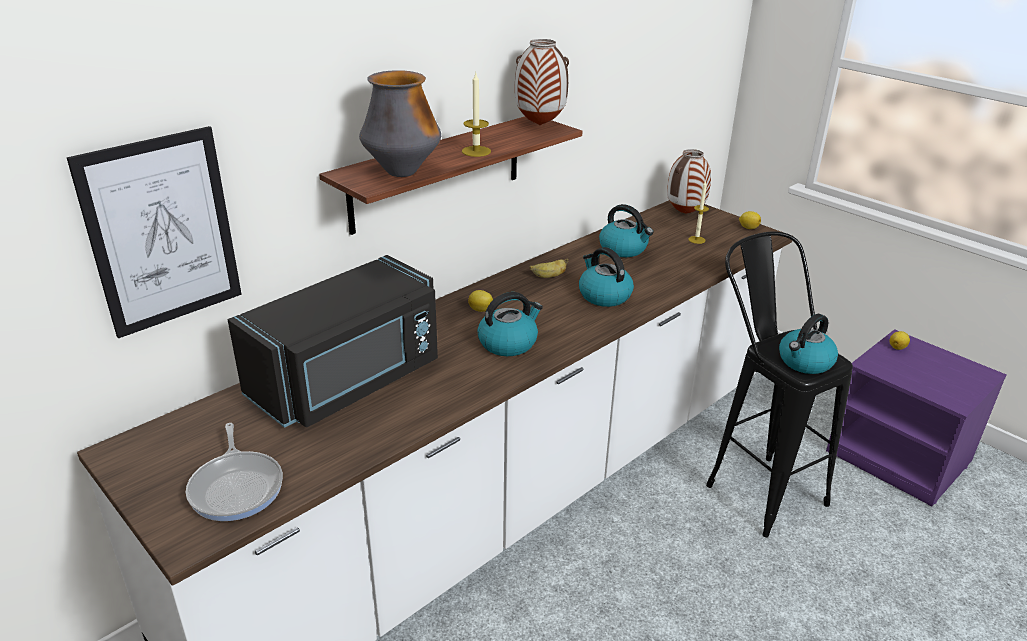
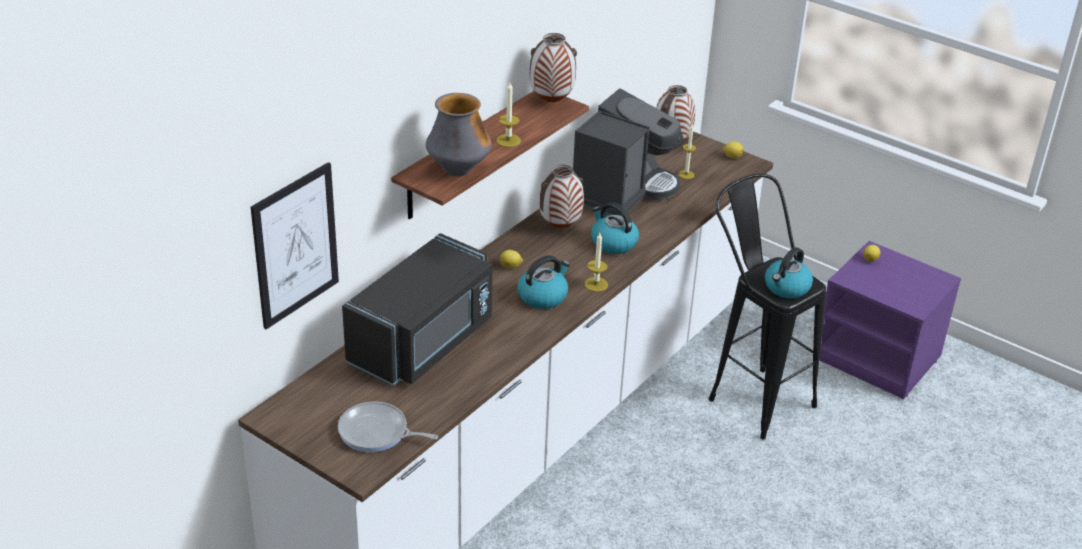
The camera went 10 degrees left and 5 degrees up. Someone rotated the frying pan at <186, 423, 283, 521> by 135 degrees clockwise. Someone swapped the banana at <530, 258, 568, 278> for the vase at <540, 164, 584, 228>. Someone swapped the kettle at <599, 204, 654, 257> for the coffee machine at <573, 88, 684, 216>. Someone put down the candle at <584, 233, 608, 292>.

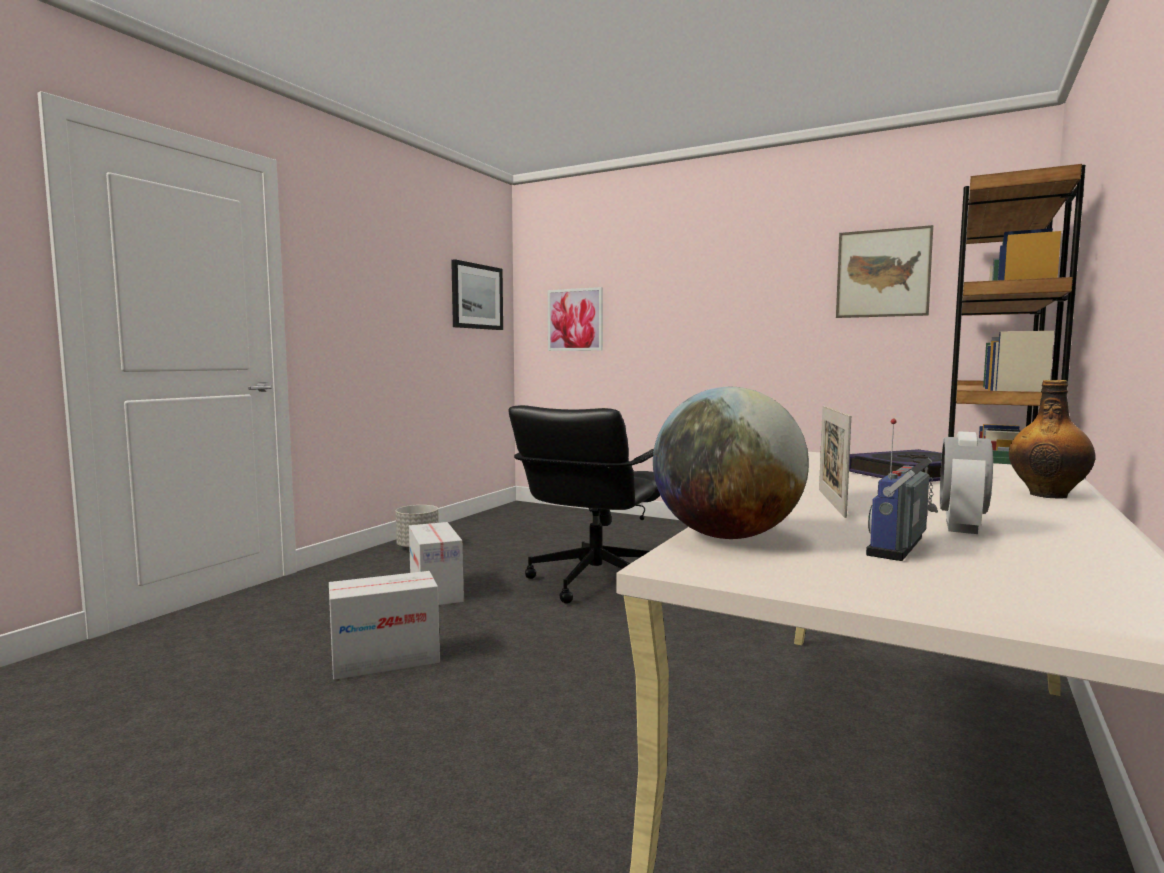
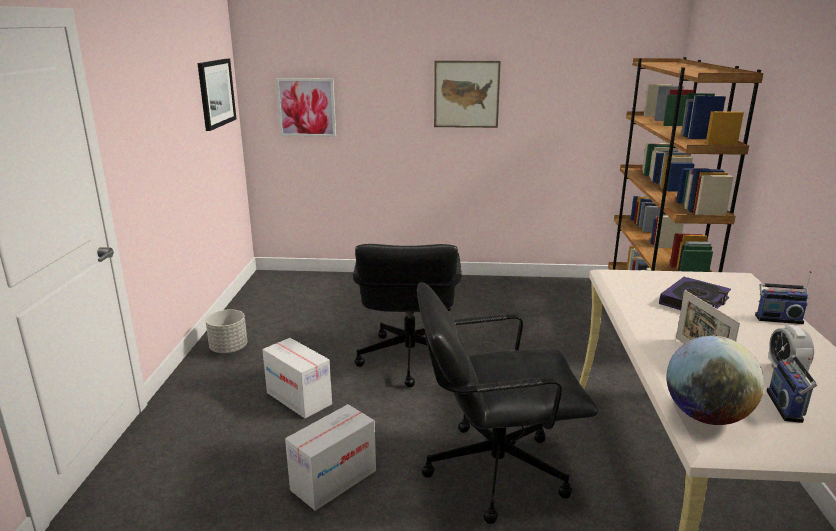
The camera went 25 degrees left and 15 degrees up. Someone put down the office chair (black) at <417, 282, 598, 524>. Someone carried the picture from <836, 225, 933, 318> to <434, 60, 501, 128>. Someone swapped the bottle at <1009, 380, 1095, 499> for the radio at <755, 271, 812, 324>.

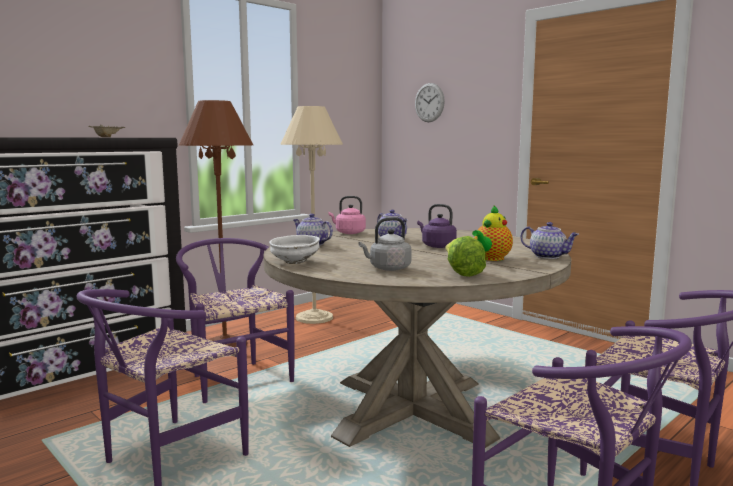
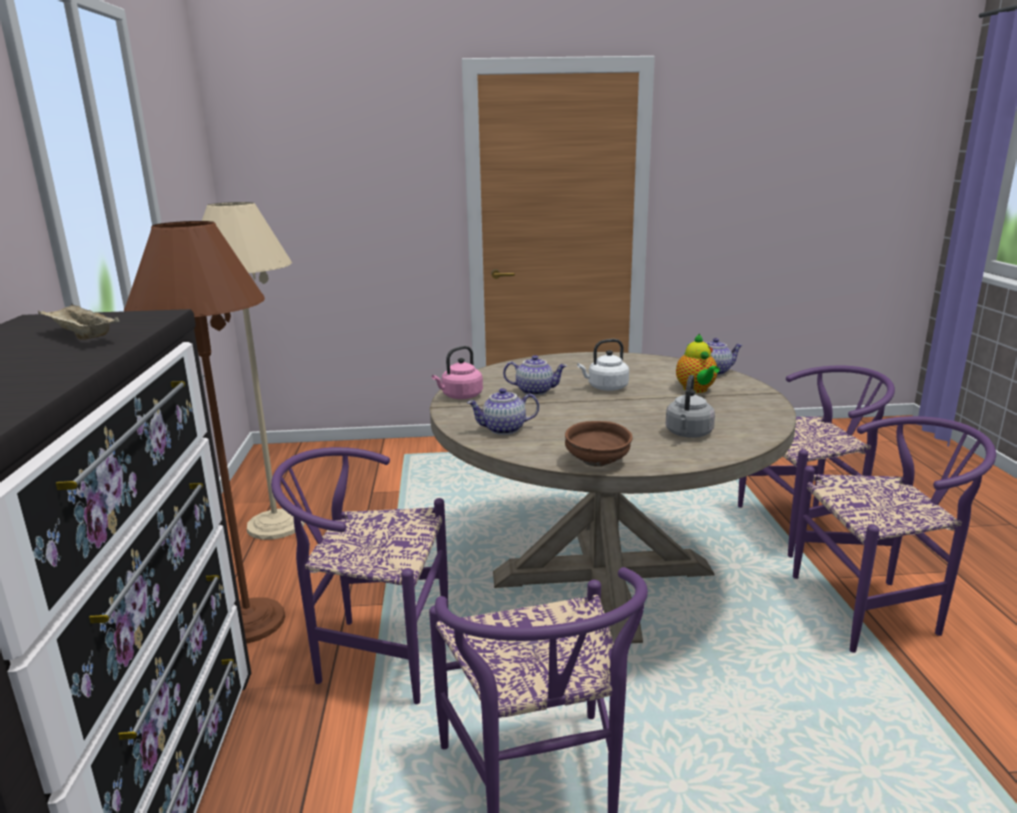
The camera went 50 degrees left and 10 degrees up. Someone repainted the bowl (white) at <269, 235, 320, 264>, which became the bowl (brown) at <565, 421, 633, 466>. Someone repainted the kettle (purple) at <417, 204, 457, 248>, which became the kettle (white) at <577, 339, 629, 391>. Someone took away the wall clock at <415, 83, 445, 122>. Someone took away the lettuce at <445, 236, 486, 277>.

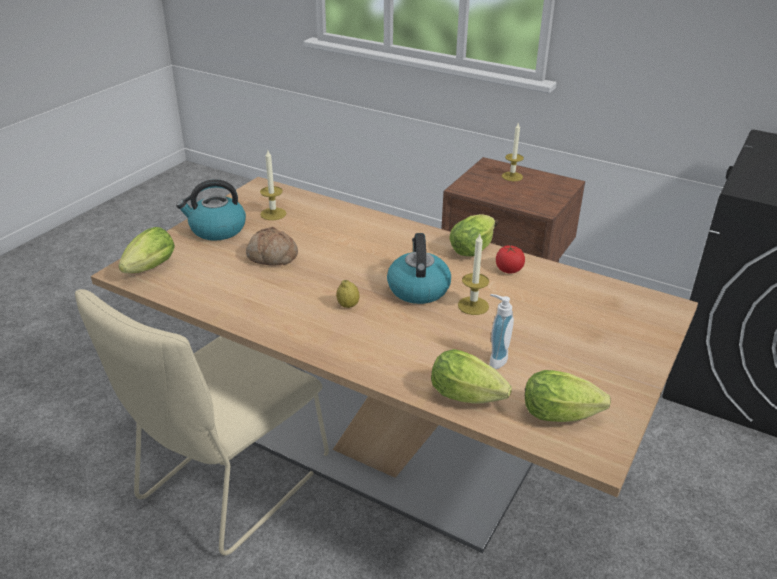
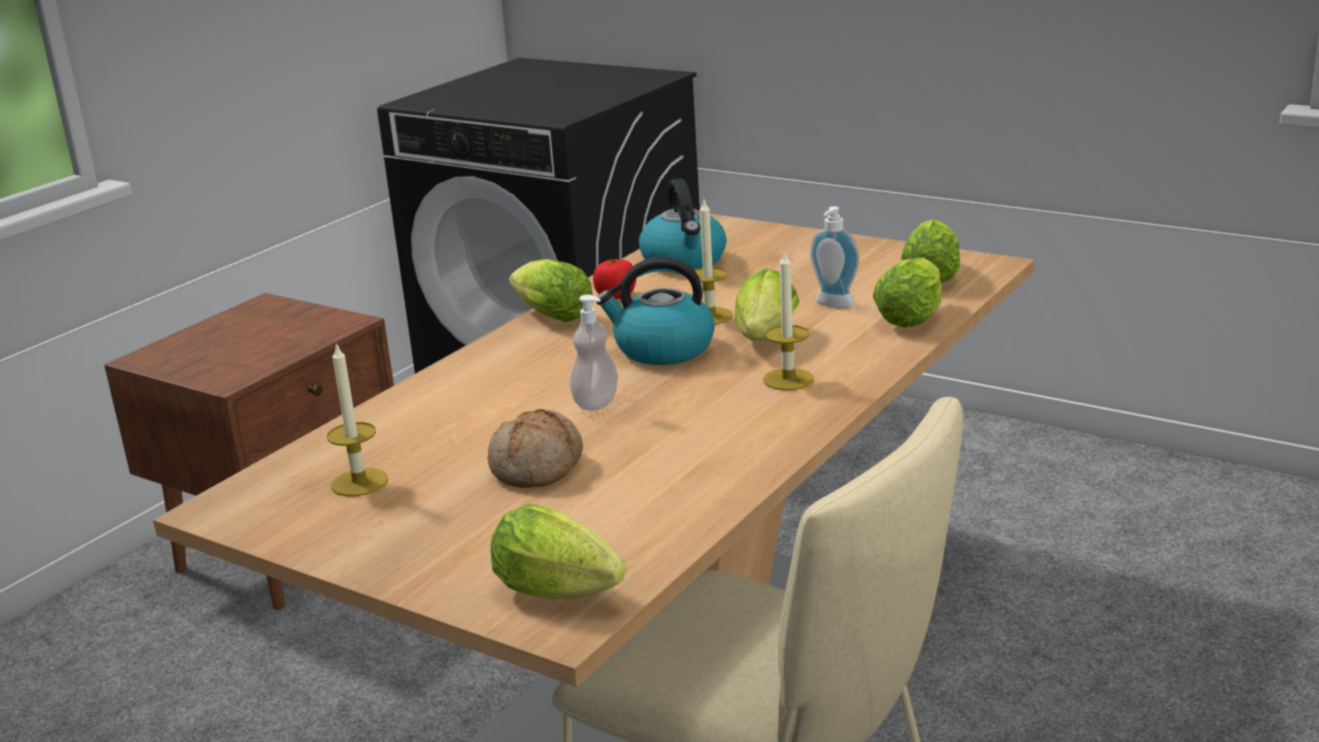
The camera went 85 degrees left and 10 degrees down. Someone put down the soap dispenser at <570, 295, 618, 411>. Someone carried the kettle from <176, 179, 246, 241> to <639, 179, 727, 272>. Someone put down the lettuce at <735, 269, 799, 341>. Someone carried the candle from <502, 122, 524, 181> to <763, 249, 814, 391>. Someone took away the lemon at <336, 280, 359, 308>.

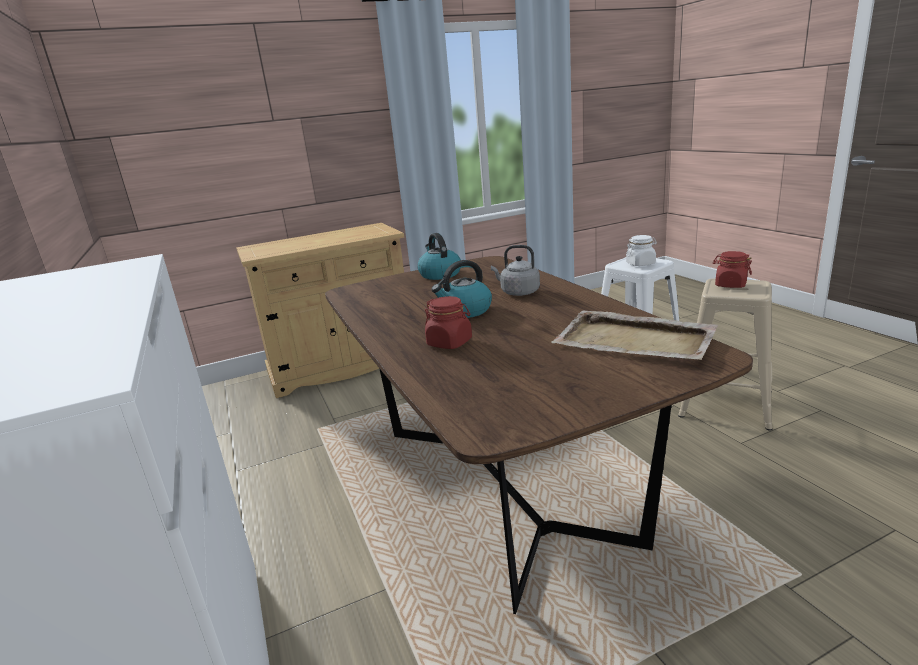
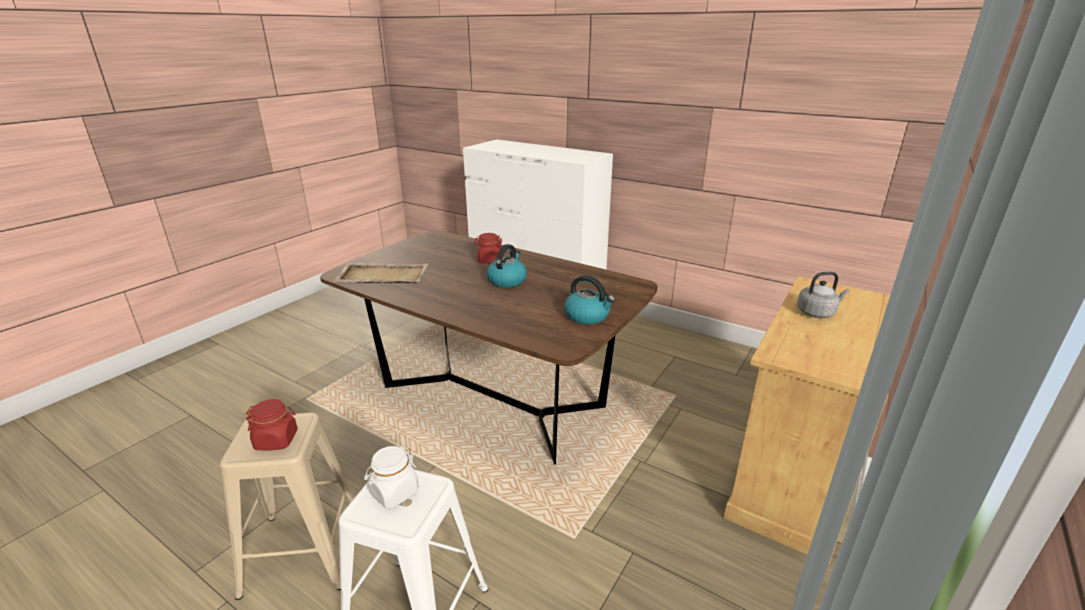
The camera went 145 degrees right and 5 degrees up. Someone carried the kettle (grey) from <491, 245, 540, 296> to <797, 272, 850, 318>.

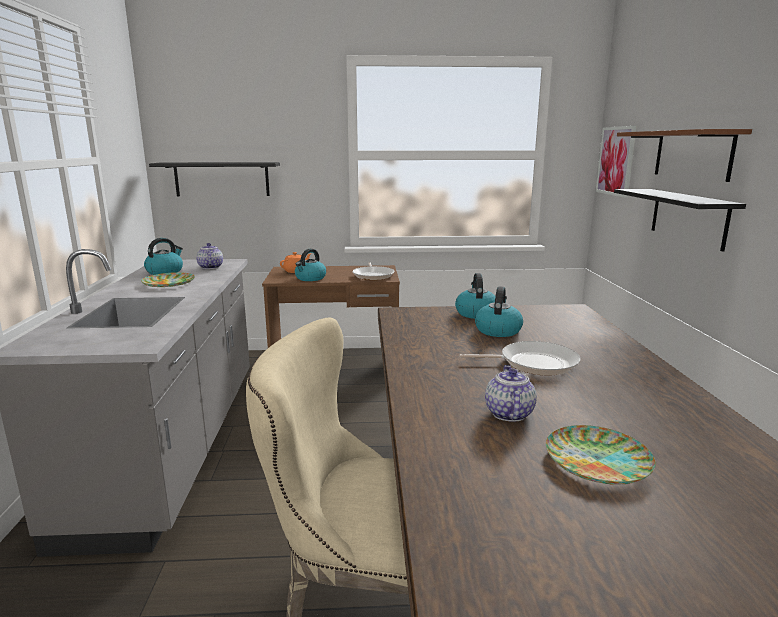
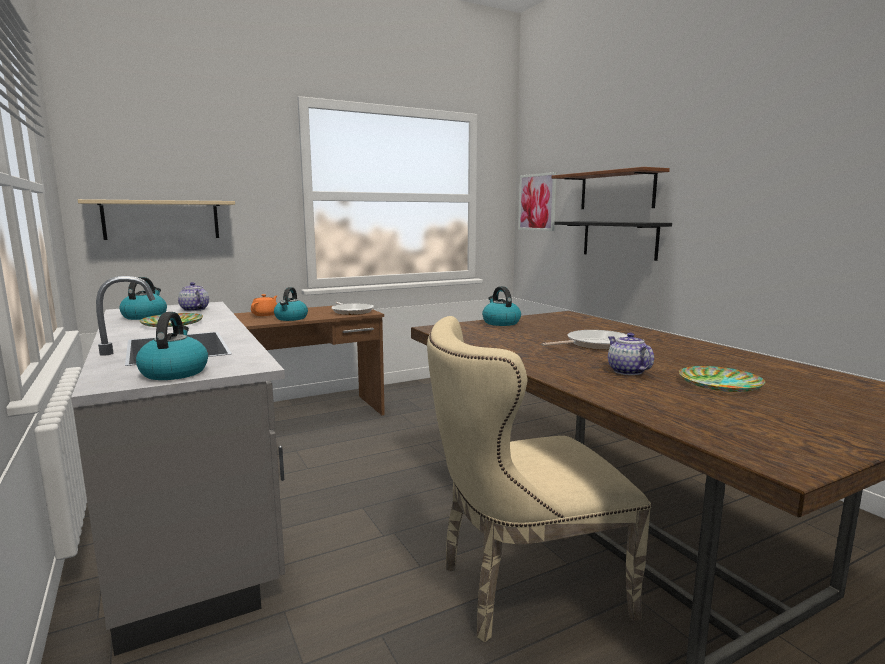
The camera went 25 degrees left and 5 degrees down. Someone repainted the shelf (black) at <149, 162, 280, 196>, which became the shelf (beige) at <78, 199, 235, 240>. Someone carried the kettle from <475, 286, 523, 337> to <136, 312, 208, 380>.

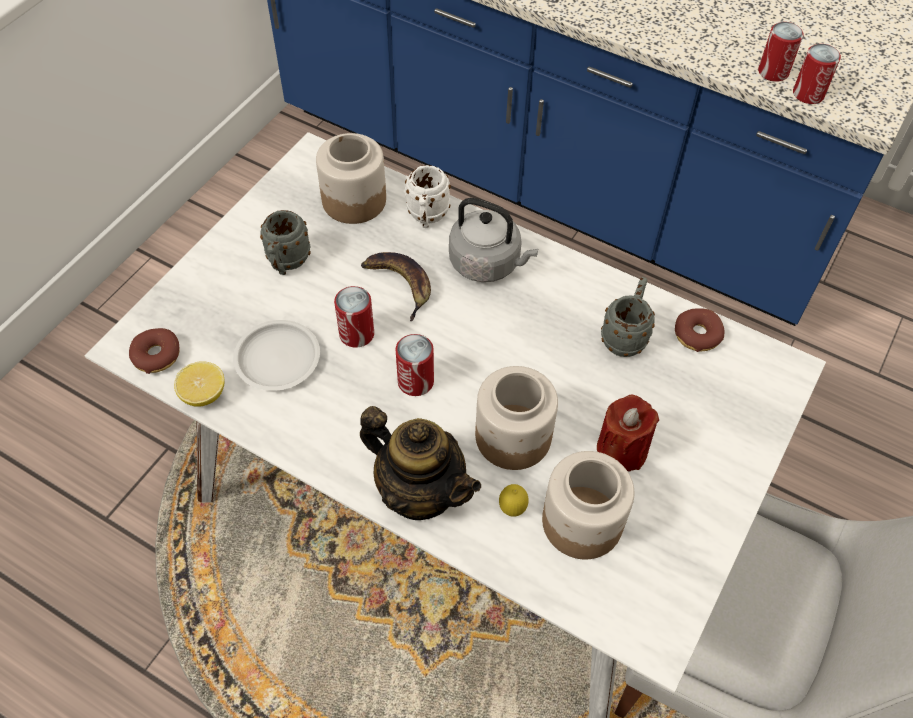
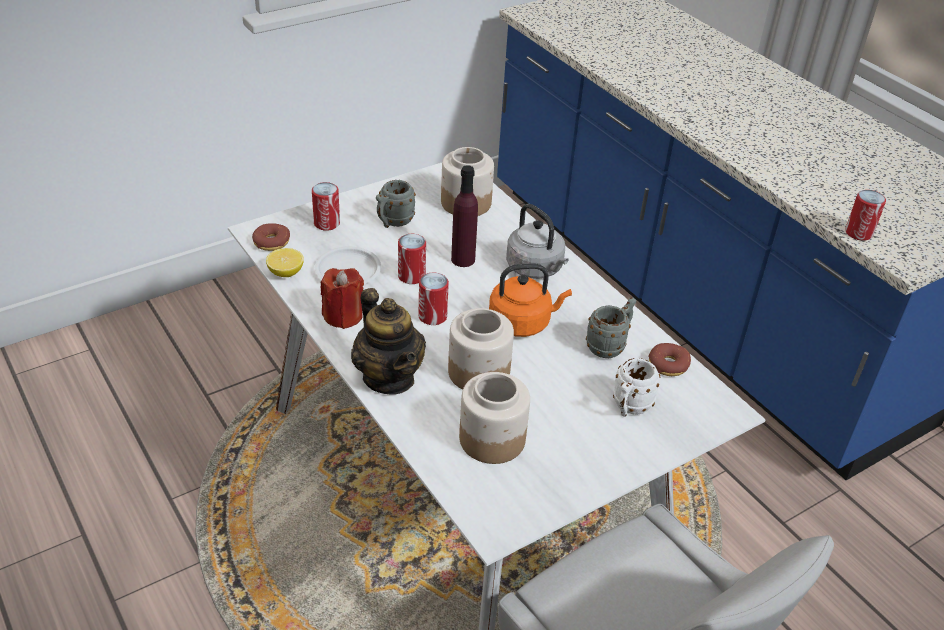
The camera went 25 degrees right and 15 degrees down. Someone carried the can from <758, 22, 804, 82> to <312, 182, 340, 231>. Someone carried the candle (red) from <597, 395, 659, 472> to <321, 268, 364, 329>. Someone swapped the banana at <361, 252, 431, 321> for the bottle (purple) at <451, 165, 478, 267>. Someone put down the kettle (orange) at <489, 263, 572, 337>. Someone carried the mug (white) from <405, 165, 451, 228> to <613, 358, 660, 417>. Someone took away the lemon at <499, 484, 529, 517>.

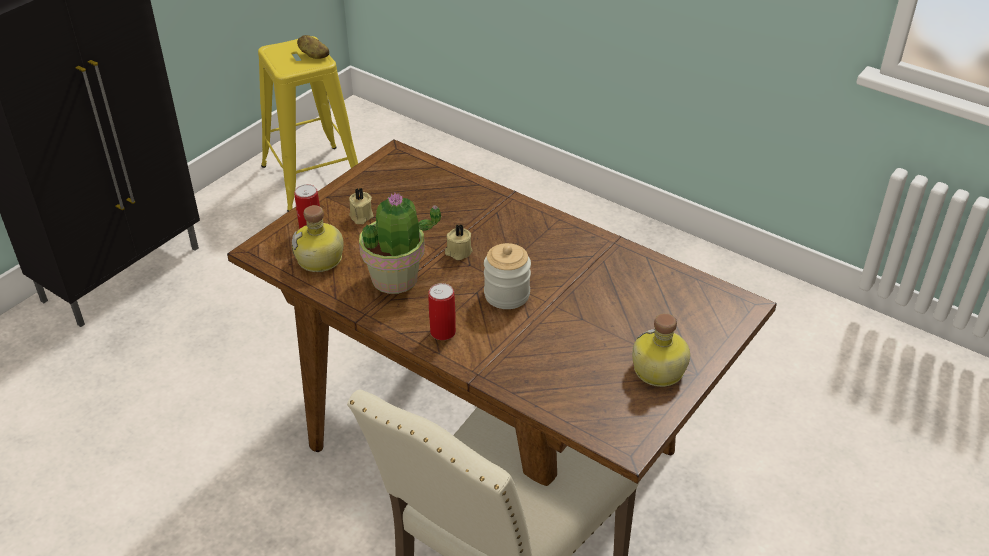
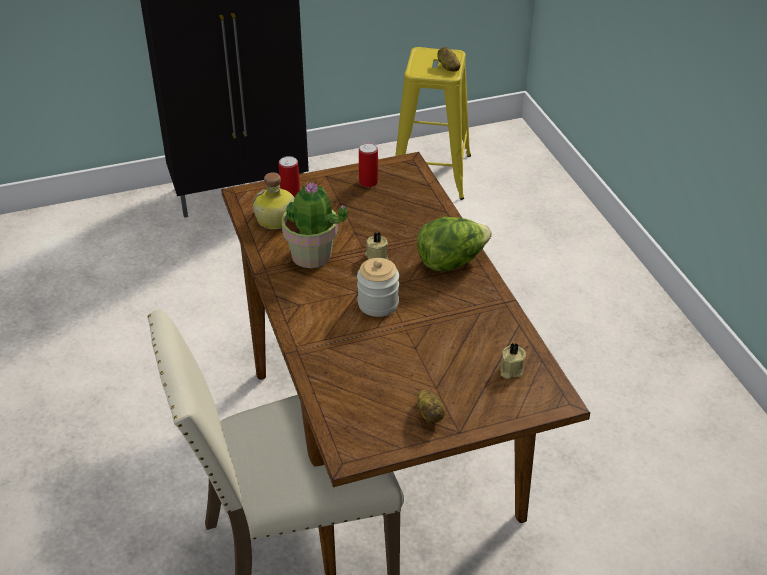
The camera went 35 degrees right and 0 degrees up. Someone carried the can from <428, 283, 456, 340> to <359, 143, 378, 187>. Someone put down the lettuce at <417, 217, 492, 272>. Someone swapped the bottle at <632, 313, 690, 387> for the potato at <417, 390, 445, 424>. Someone carried the candle (beige) from <349, 188, 374, 224> to <500, 343, 526, 379>.

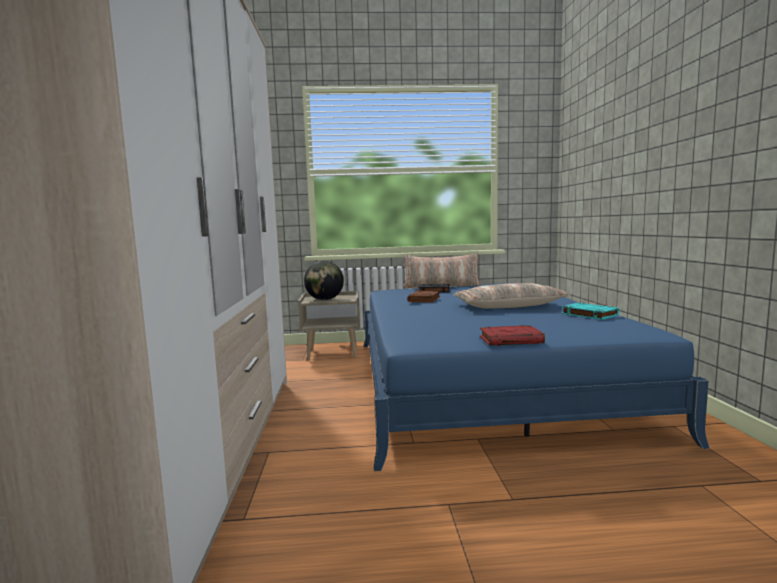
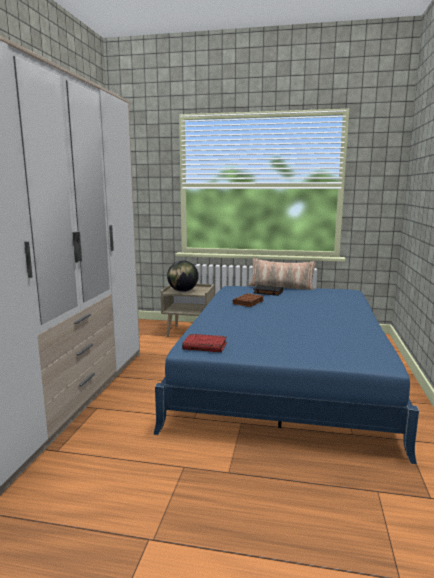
The camera went 15 degrees right and 5 degrees up. Someone carried the book (red) from <480, 325, 545, 346> to <182, 334, 227, 352>. Someone took away the pillow at <453, 283, 570, 309>. Someone took away the book (turquoise) at <561, 303, 620, 320>.

